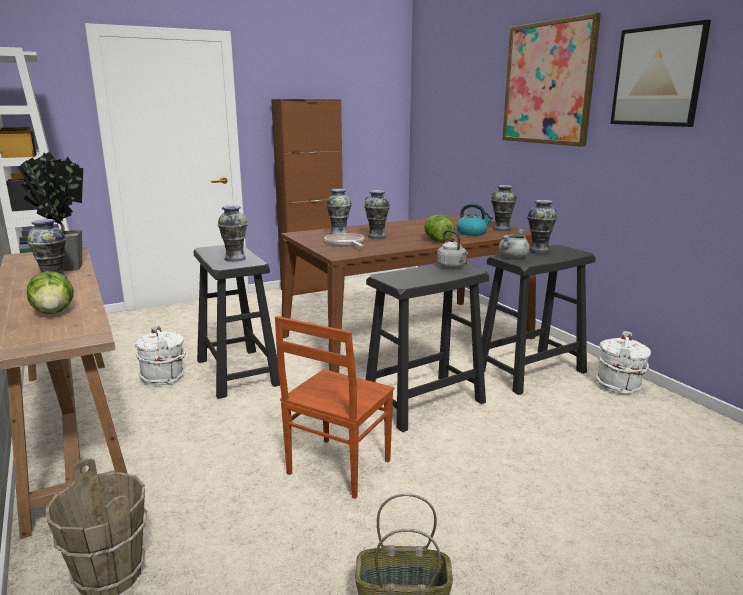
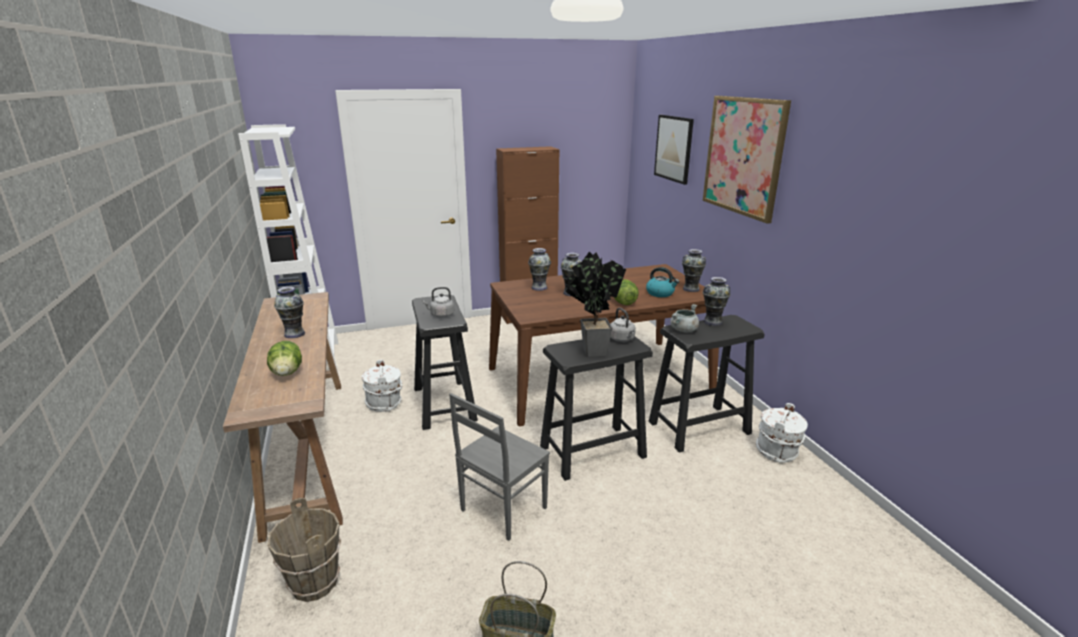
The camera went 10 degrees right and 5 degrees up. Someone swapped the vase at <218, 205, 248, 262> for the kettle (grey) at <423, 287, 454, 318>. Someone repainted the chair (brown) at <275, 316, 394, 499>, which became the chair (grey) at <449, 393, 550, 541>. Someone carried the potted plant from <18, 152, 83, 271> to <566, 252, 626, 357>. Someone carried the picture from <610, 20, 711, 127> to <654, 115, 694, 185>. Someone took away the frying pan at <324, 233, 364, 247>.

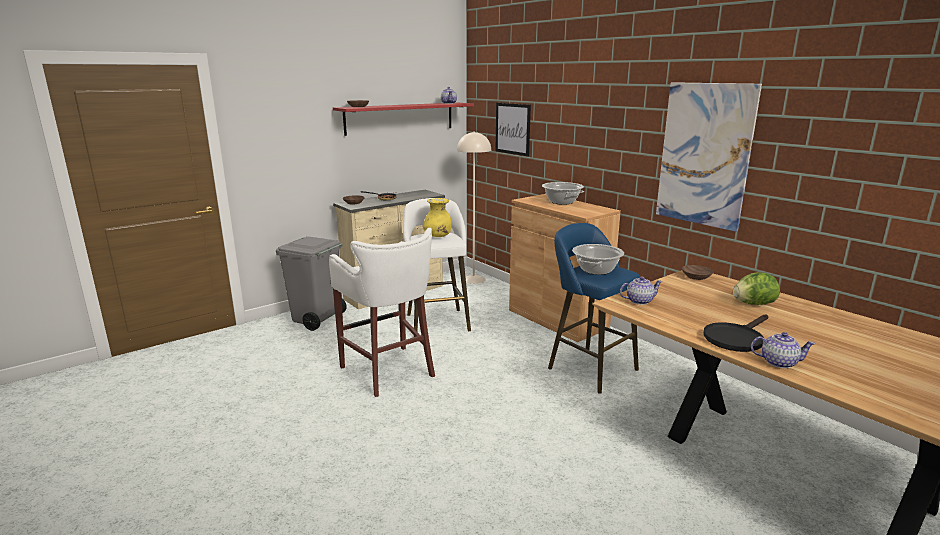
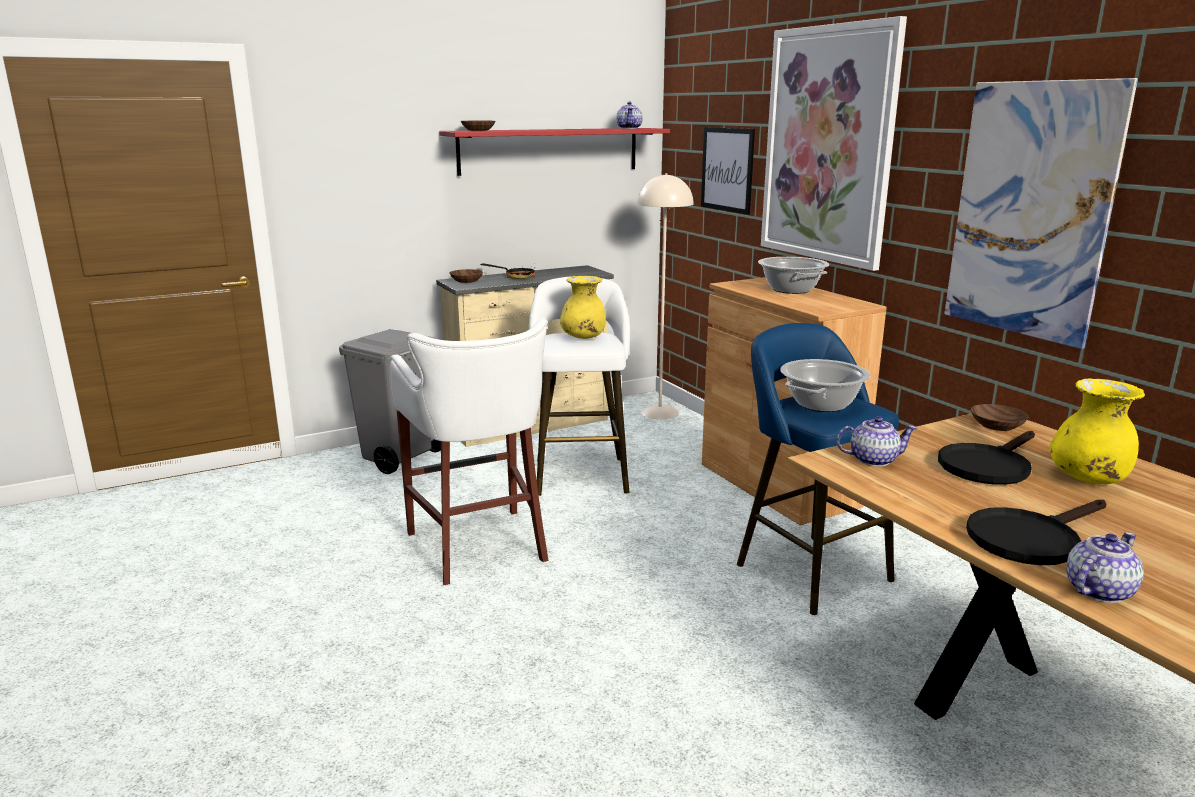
The camera went 10 degrees right and 0 degrees up. Someone put up the picture at <761, 16, 907, 271>. Someone put down the frying pan (black) at <938, 431, 1035, 485>. Someone swapped the lettuce at <733, 272, 780, 305> for the vase (yellow) at <1050, 378, 1145, 484>. Someone rotated the teapot at <751, 332, 815, 368> by 60 degrees counterclockwise.

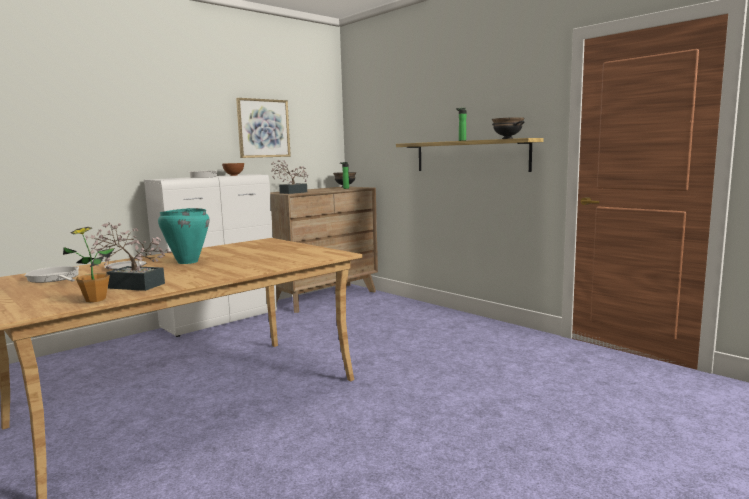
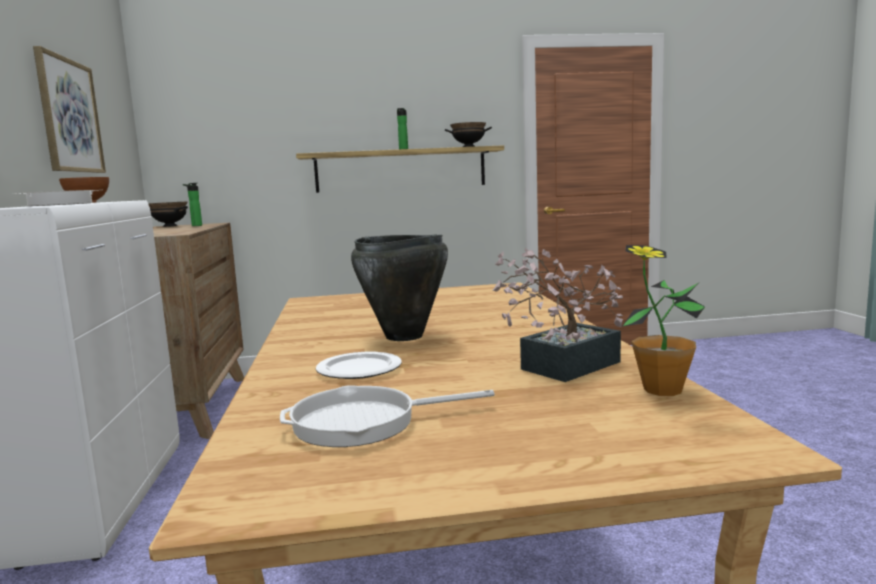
The camera went 55 degrees left and 0 degrees up. Someone repainted the cooking pot (turquoise) at <158, 208, 209, 264>, which became the cooking pot (black) at <351, 234, 448, 341>. Someone took away the potted plant at <272, 160, 308, 194>.

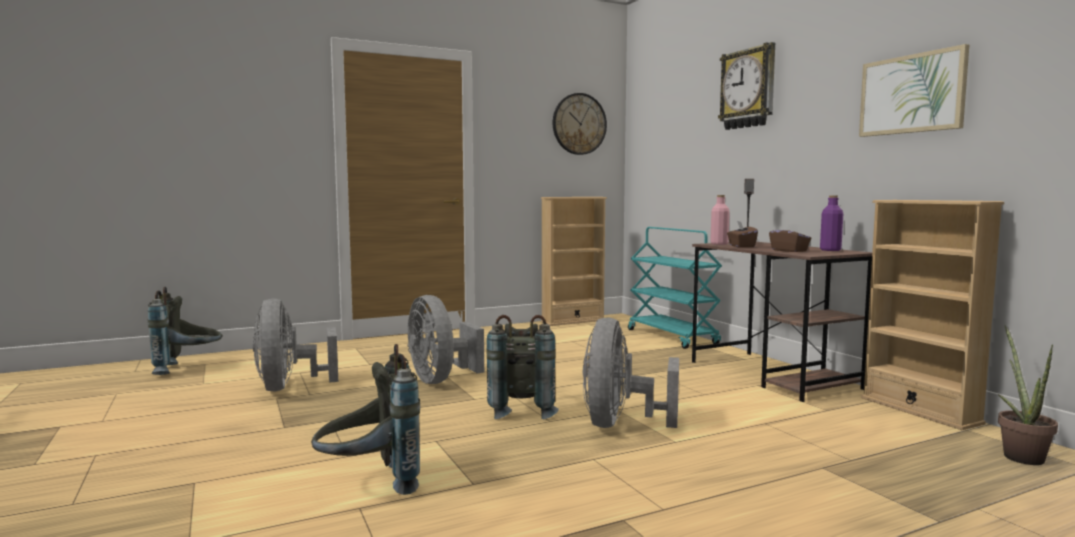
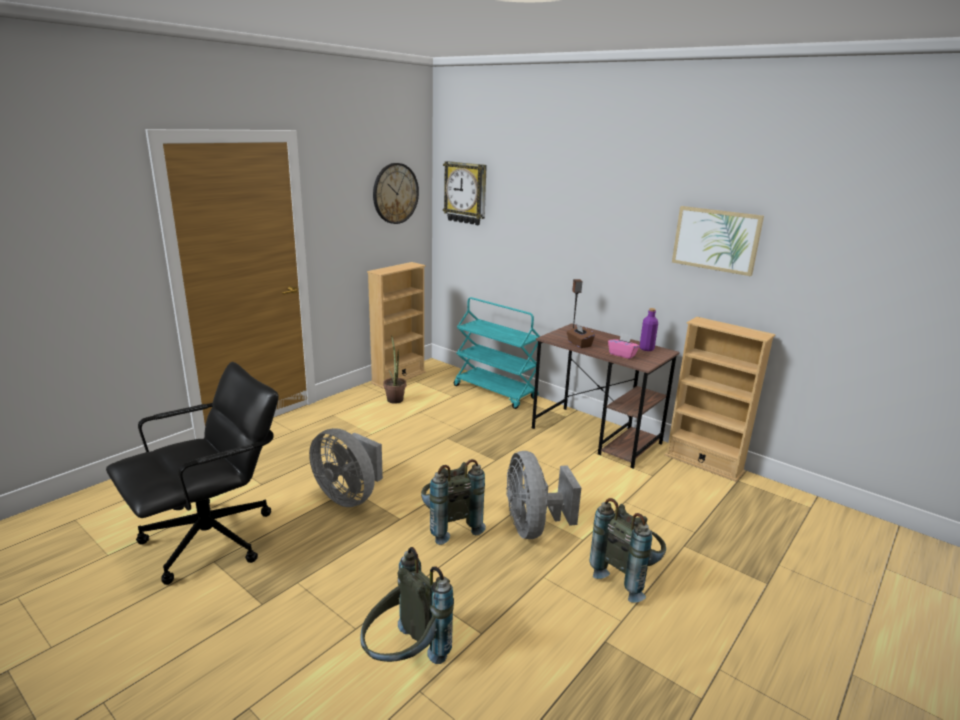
The camera went 25 degrees left and 15 degrees up. Someone swapped the fan (grey) at <252, 299, 338, 391> for the office chair (black) at <106, 362, 279, 585>. Someone carried the potted plant from <998, 326, 1058, 465> to <383, 336, 406, 404>. Someone carried the wall clock from <718, 42, 775, 130> to <443, 161, 487, 225>. Someone carried the backpack (grey) from <147, 287, 223, 375> to <589, 498, 666, 603>. Someone repainted the tissue box (brown) at <769, 223, 812, 252>, which became the tissue box (pink) at <608, 333, 640, 359>. Someone took away the bottle (pink) at <710, 195, 730, 245>.

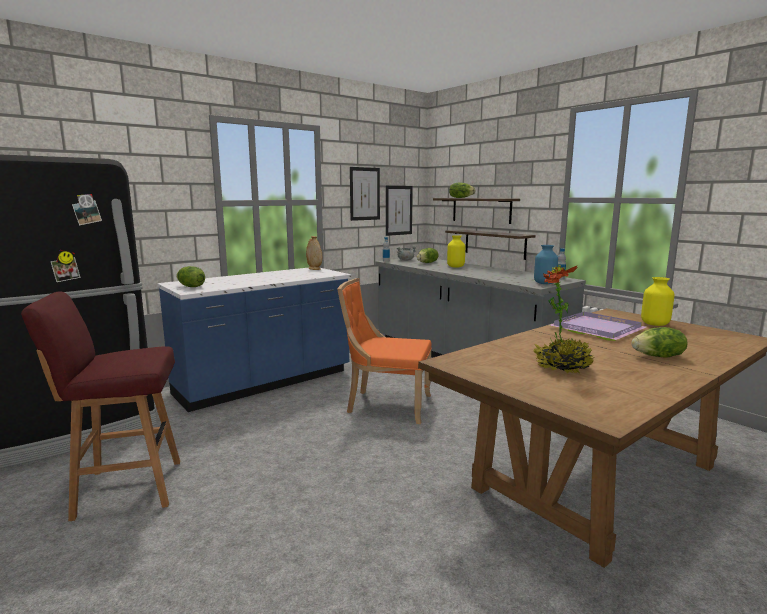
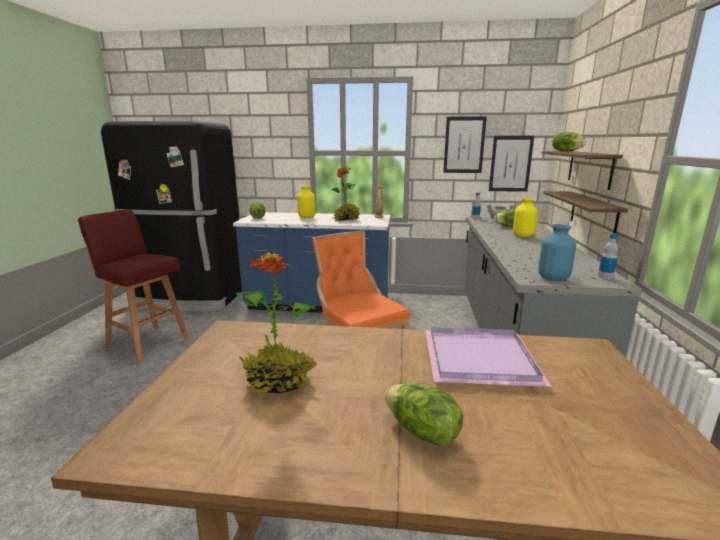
The camera went 45 degrees right and 5 degrees up. Someone carried the vase (yellow) from <641, 277, 674, 326> to <297, 186, 316, 218>. Someone put down the potted plant at <331, 166, 360, 221>.

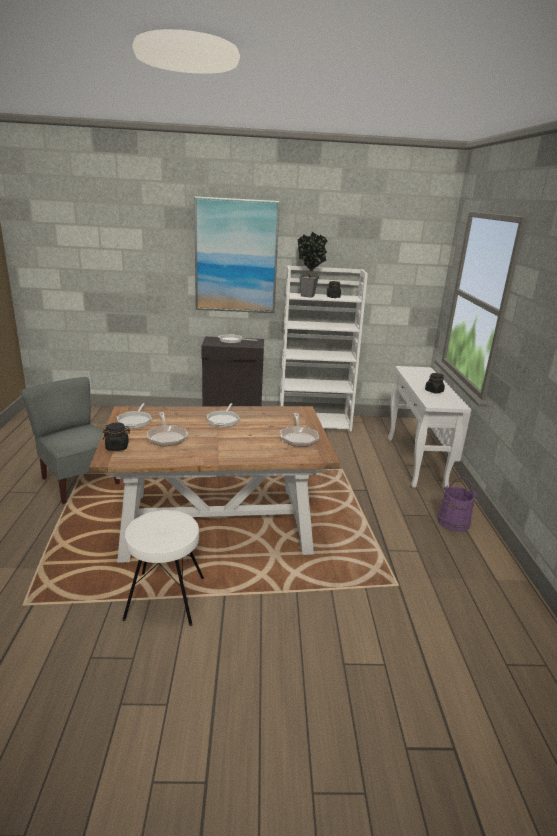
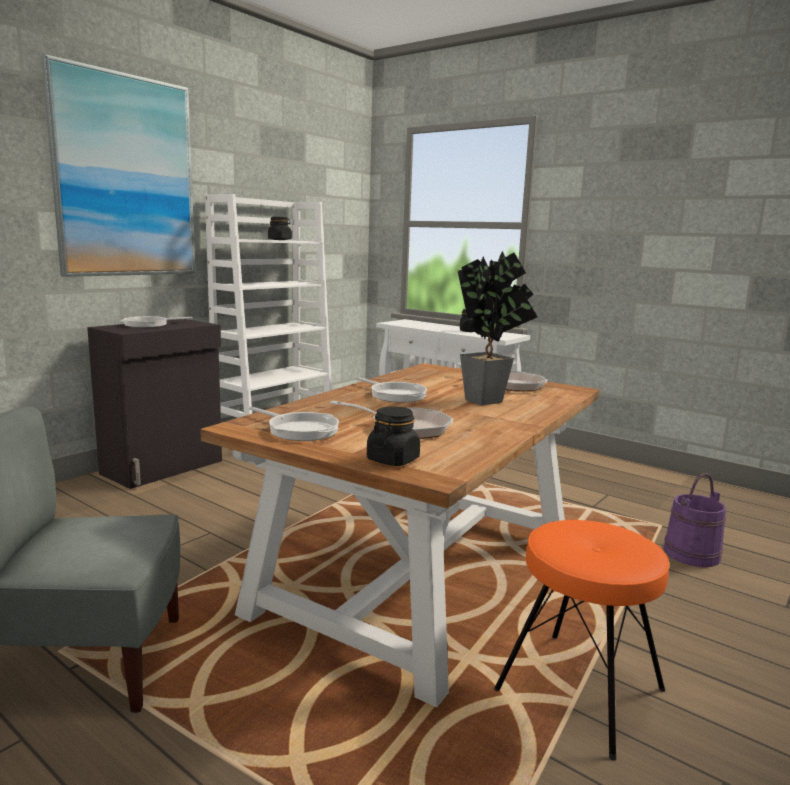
The camera went 50 degrees left and 10 degrees down. Someone carried the potted plant from <298, 232, 328, 298> to <458, 251, 537, 406>. Someone repainted the stool (white) at <122, 510, 204, 626>, which became the stool (orange) at <494, 520, 669, 761>. Someone carried the bucket (purple) from <437, 477, 478, 532> to <664, 473, 726, 567>.

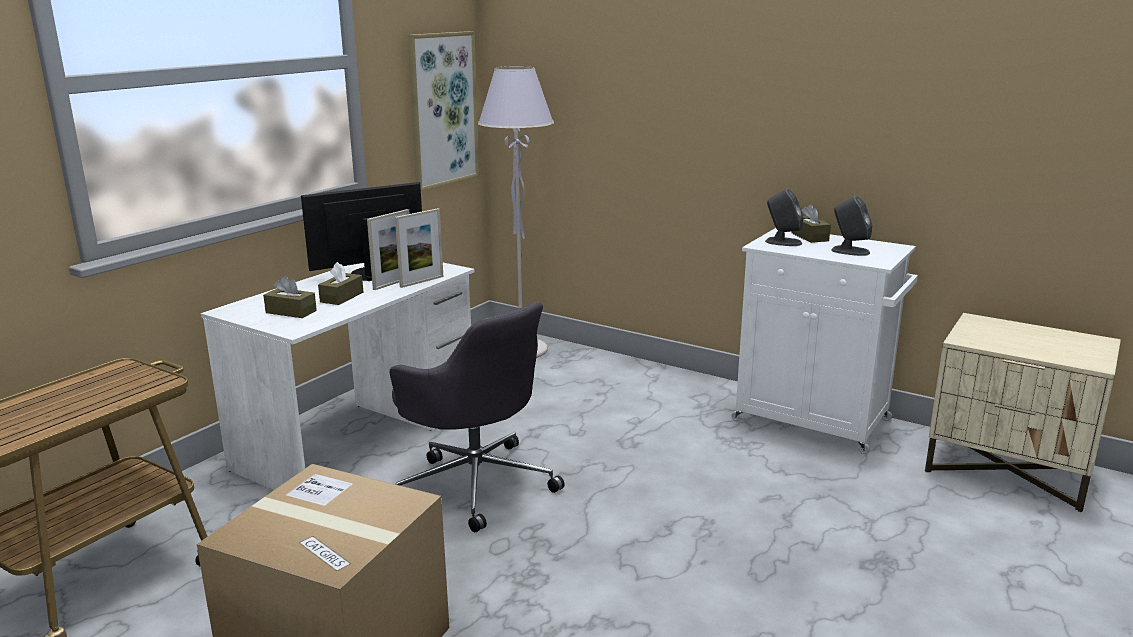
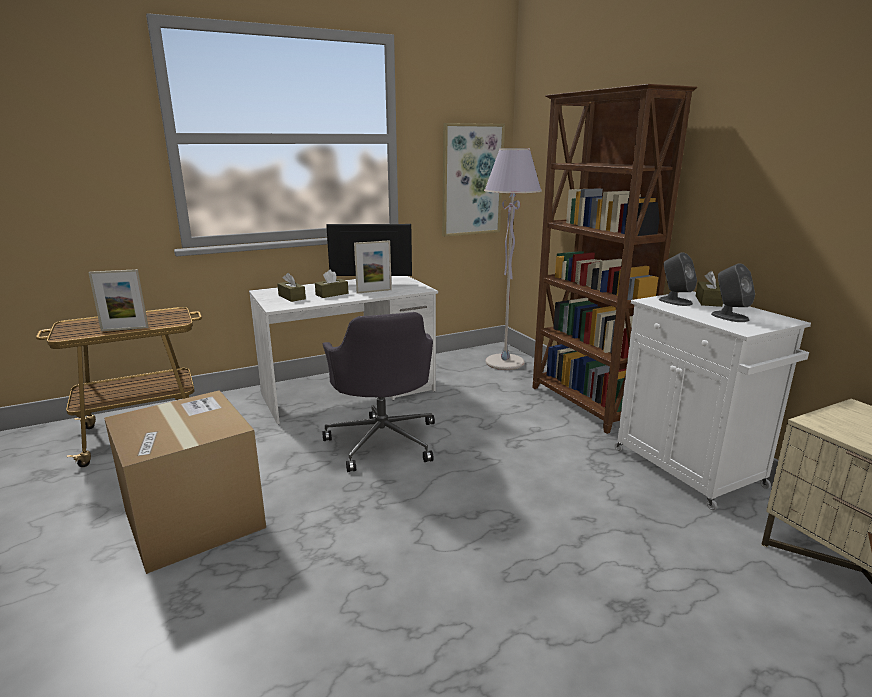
The camera went 30 degrees right and 0 degrees up. Someone carried the picture frame from <395, 208, 443, 288> to <88, 269, 148, 331>. Someone put down the bookcase (brown) at <532, 84, 697, 434>.

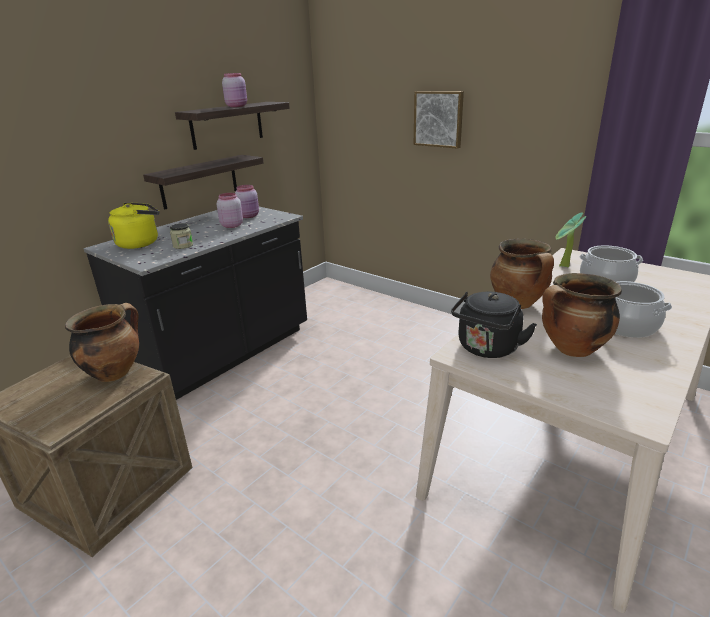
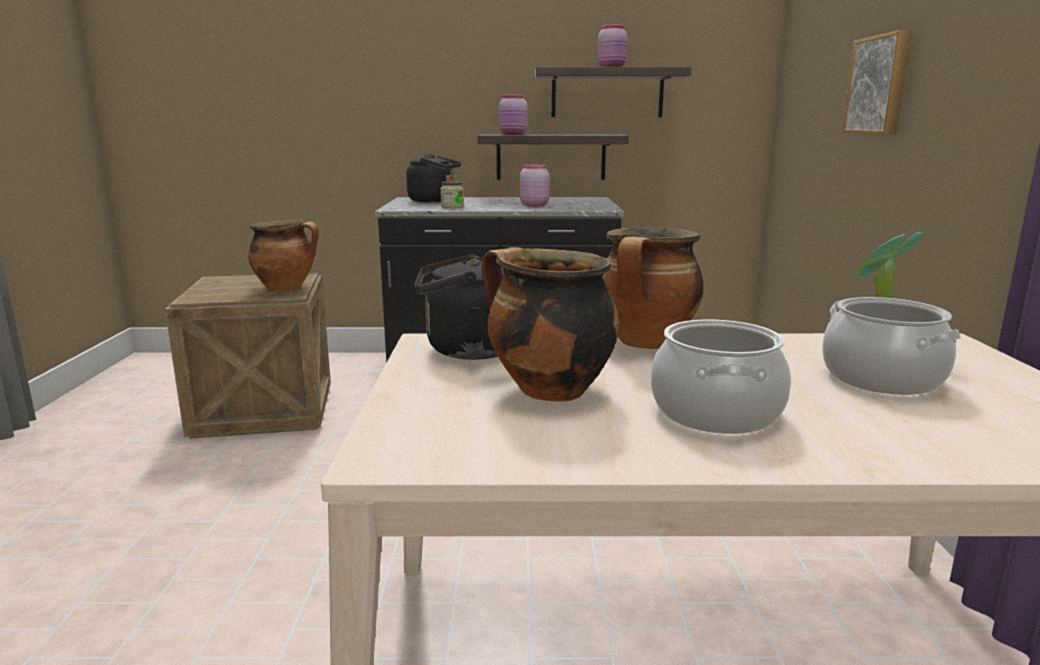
The camera went 50 degrees right and 10 degrees down. Someone repainted the kettle (yellow) at <108, 202, 159, 249>, which became the kettle (black) at <406, 154, 461, 202>. Someone carried the jar (pink) from <235, 185, 259, 218> to <499, 94, 527, 135>.

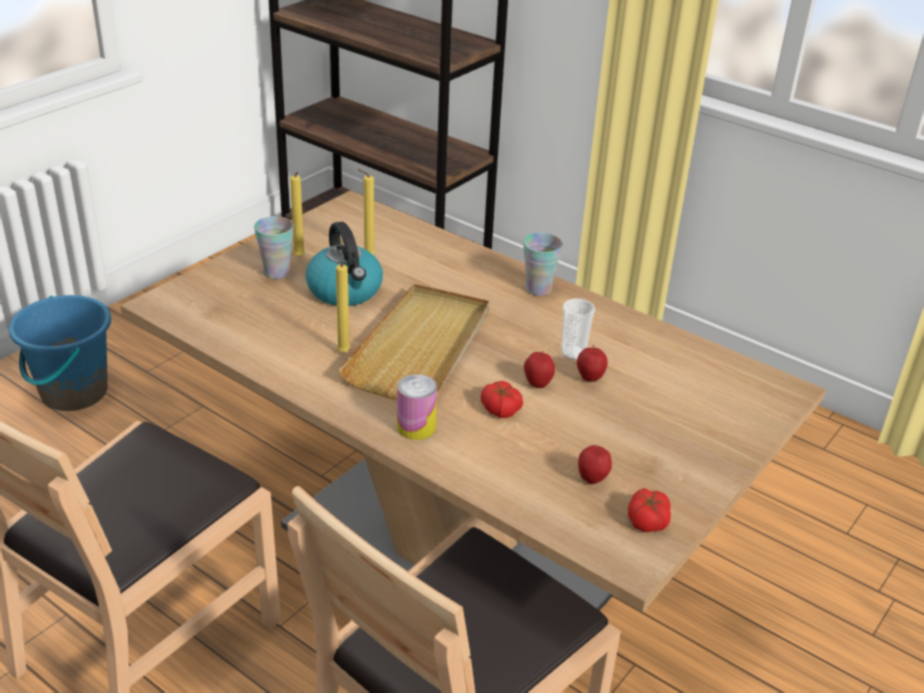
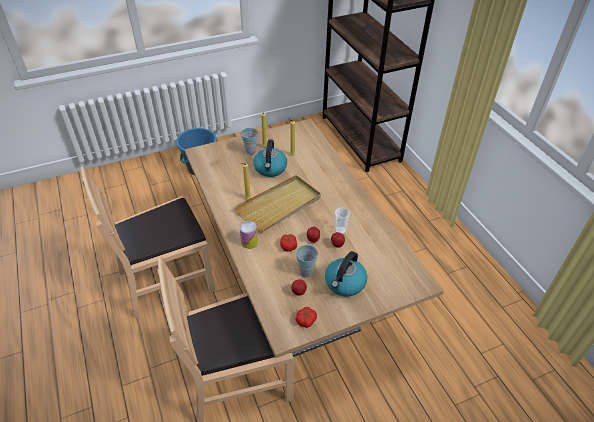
The camera went 30 degrees right and 10 degrees up. Someone carried the cup from <523, 233, 563, 296> to <296, 245, 318, 278>. Someone put down the kettle at <325, 251, 367, 297>.

